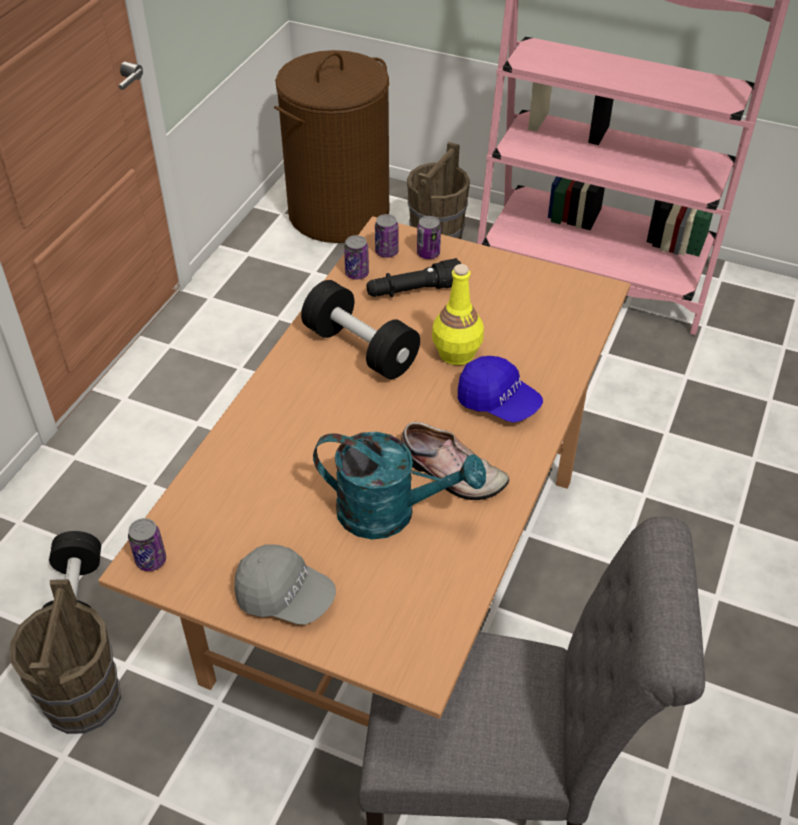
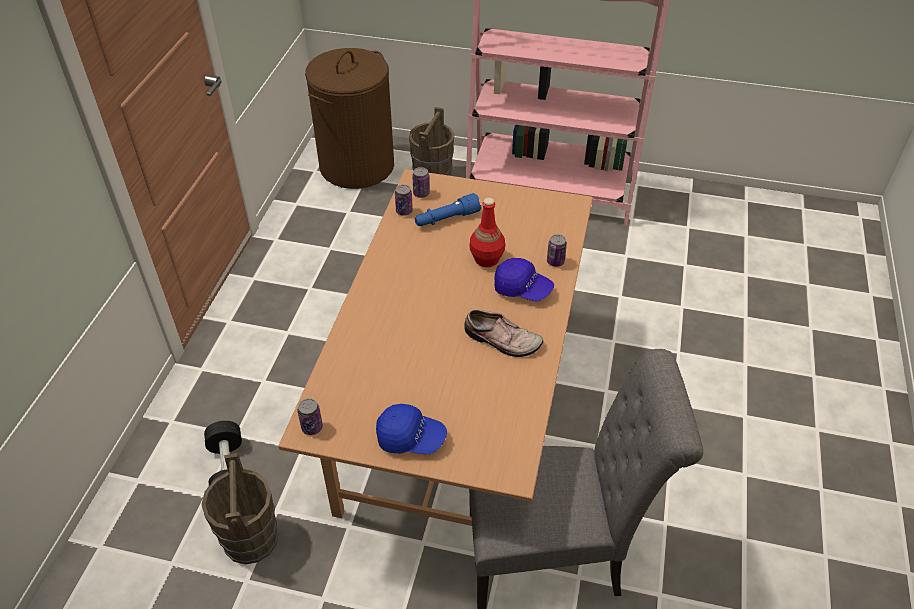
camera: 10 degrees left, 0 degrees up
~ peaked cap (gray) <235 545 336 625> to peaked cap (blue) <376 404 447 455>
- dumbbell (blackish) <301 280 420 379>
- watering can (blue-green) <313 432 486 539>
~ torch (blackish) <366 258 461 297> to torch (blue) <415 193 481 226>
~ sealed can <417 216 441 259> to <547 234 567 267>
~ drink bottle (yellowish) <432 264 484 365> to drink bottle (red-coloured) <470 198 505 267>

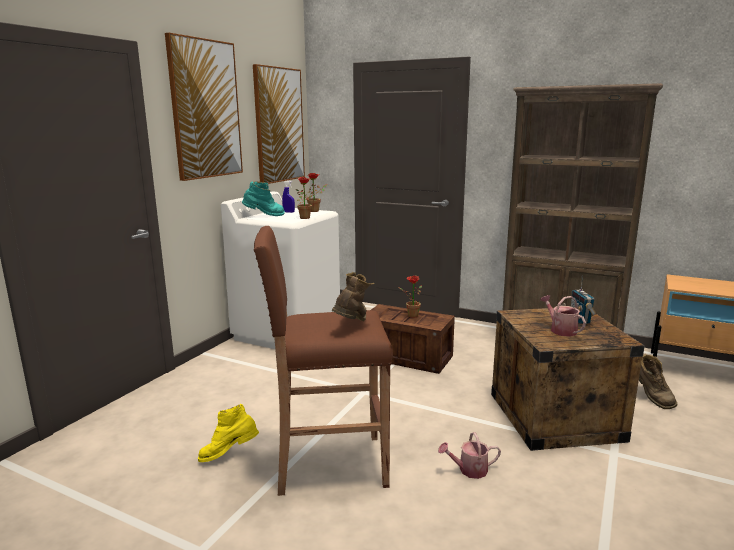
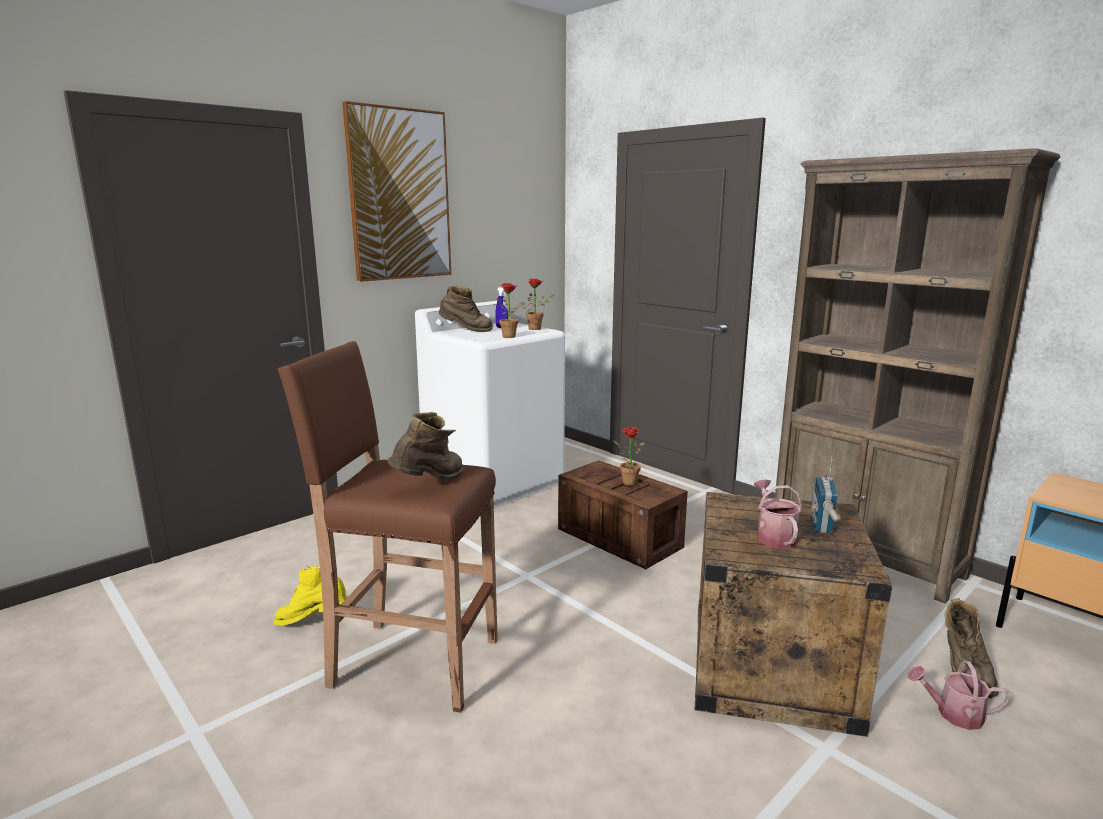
camera: 20 degrees right, 0 degrees up
~ tall boot (blue-green) <242 181 285 216> to tall boot (brownish) <439 286 493 332>
- picture <253 64 305 184>
~ watering can <438 432 501 479> to <908 661 1010 730>

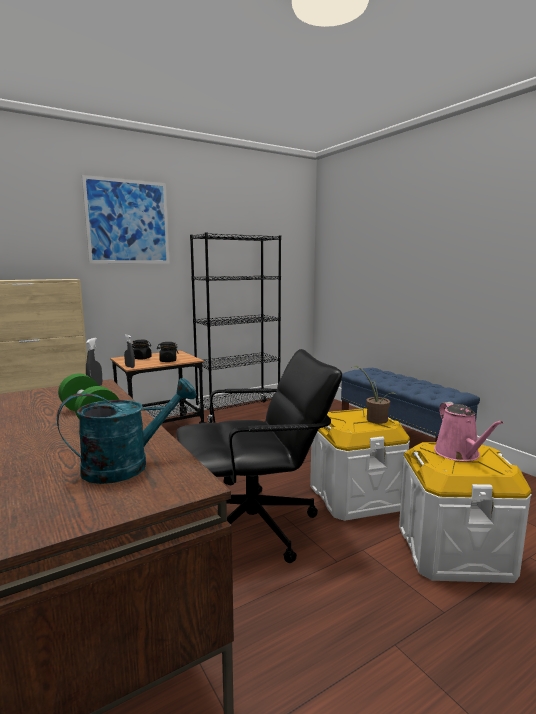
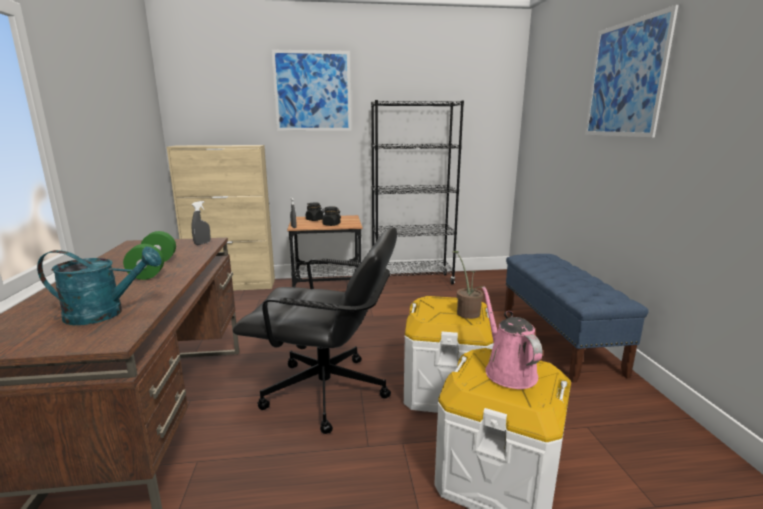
camera: 25 degrees right, 5 degrees up
~ watering can (pink) <434 402 504 461> = <482 286 542 389> 150 degrees clockwise
+ picture <585 5 679 137>

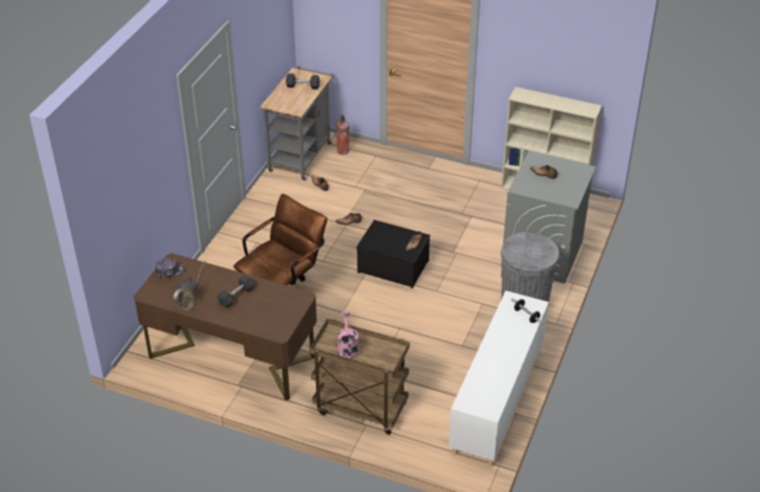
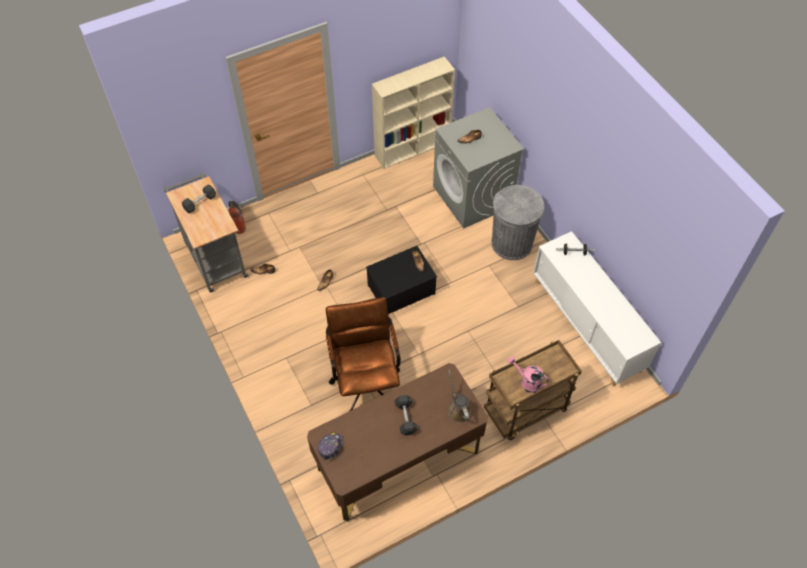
camera: 50 degrees left, 15 degrees up
~ watering can (brownish) <173 261 206 311> to <448 370 471 423>

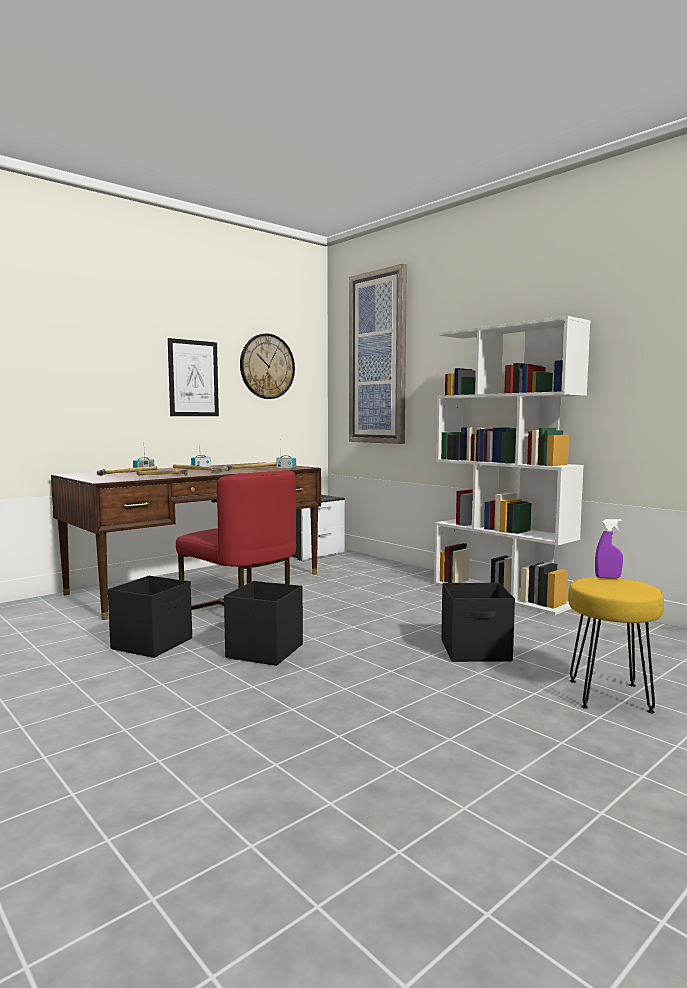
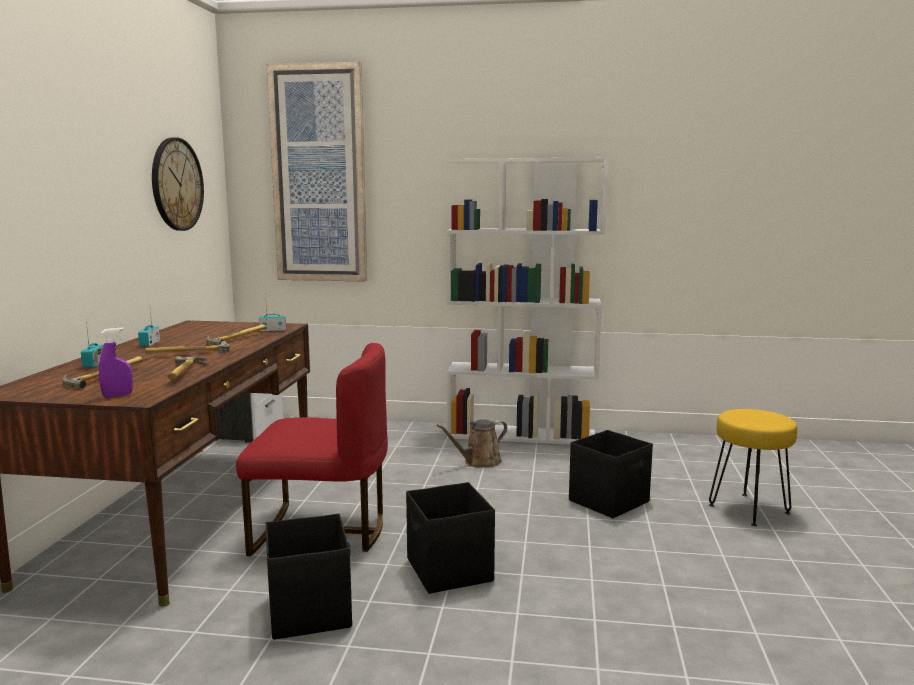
camera: 40 degrees left, 5 degrees up
- picture <168 338 219 416>
~ sprayer (purplish) <595 519 623 579> to <99 327 133 398>
+ watering can (brownish) <437 419 508 468>

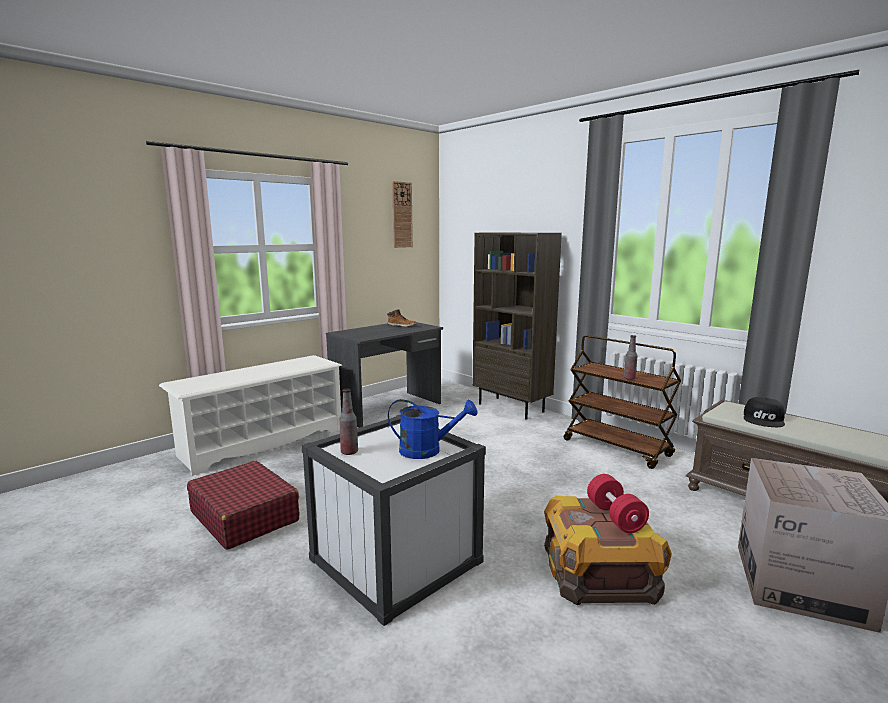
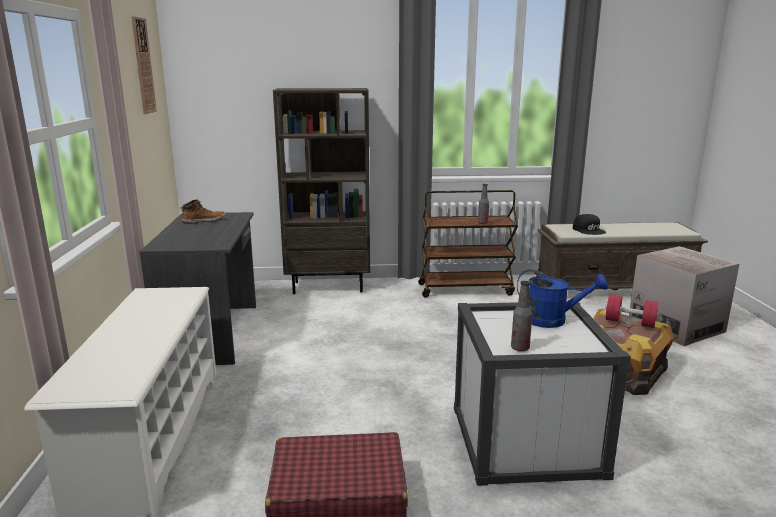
camera: 50 degrees left, 5 degrees up
~ watering can (blue) <388 399 477 459> = <517 269 608 328> 60 degrees clockwise

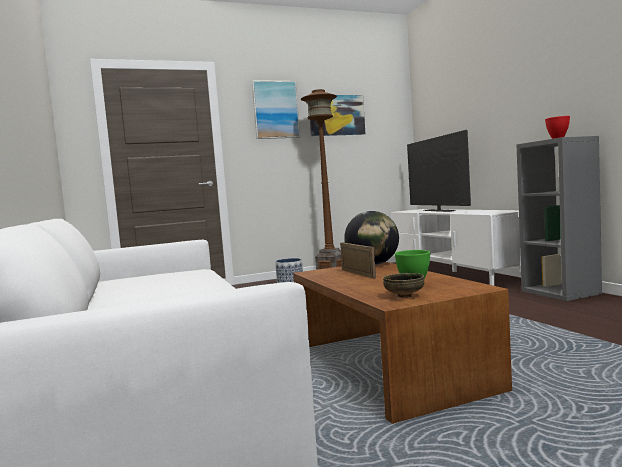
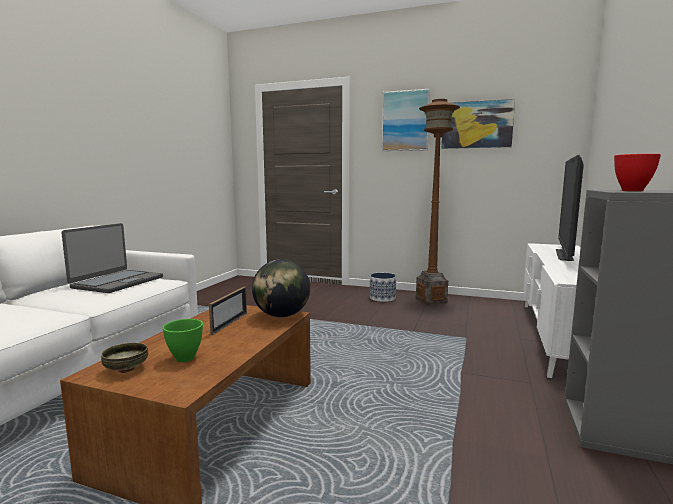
camera: 40 degrees right, 5 degrees up
+ notebook computer <61 223 163 293>

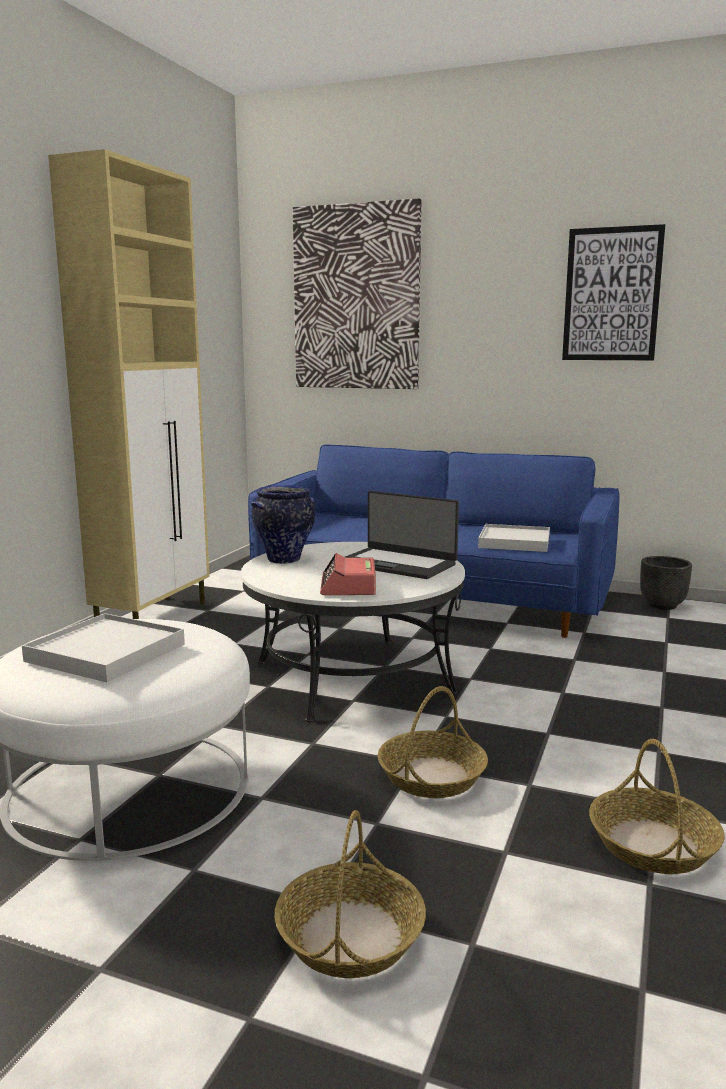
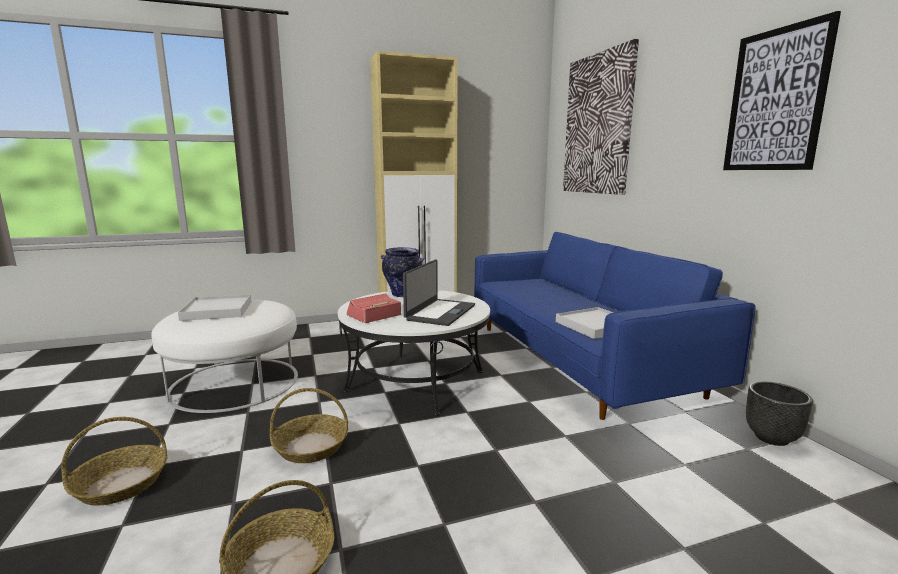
camera: 50 degrees right, 0 degrees up
~ notebook computer <345 491 459 579> = <403 259 475 326> 150 degrees counterclockwise

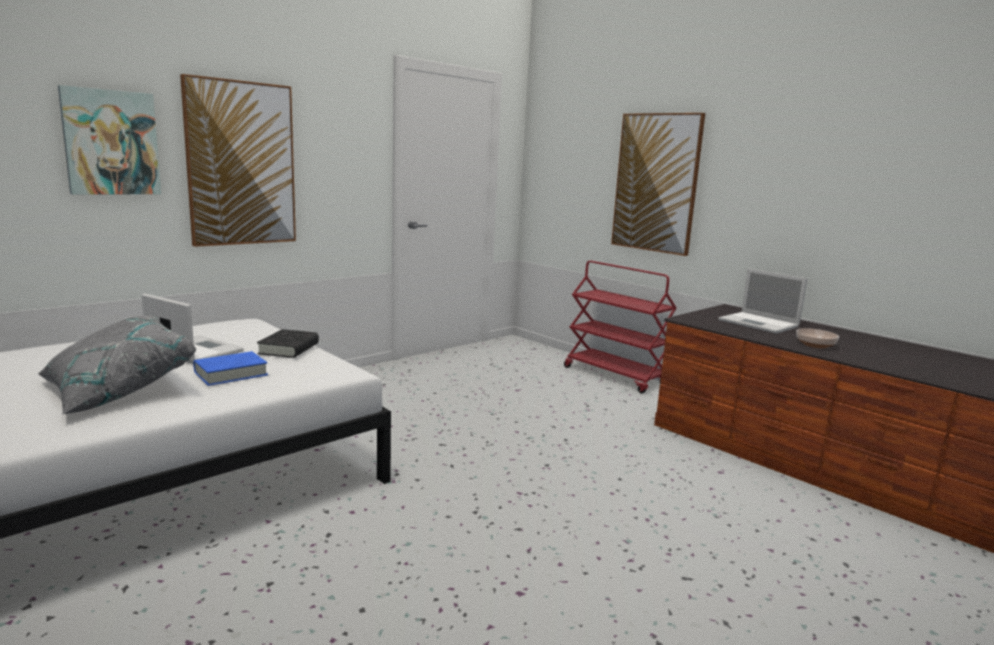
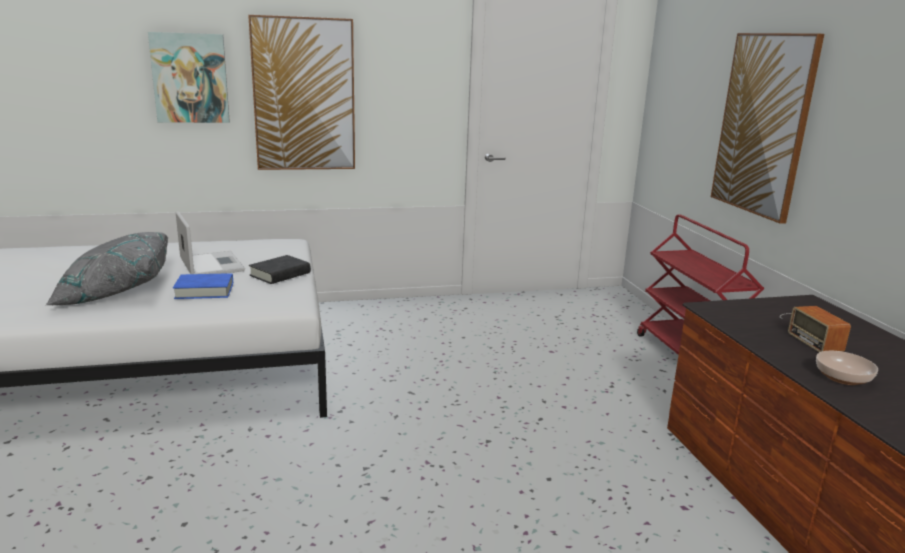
camera: 30 degrees right, 5 degrees up
~ notebook computer <718 269 807 334> to radio receiver <780 306 851 352>

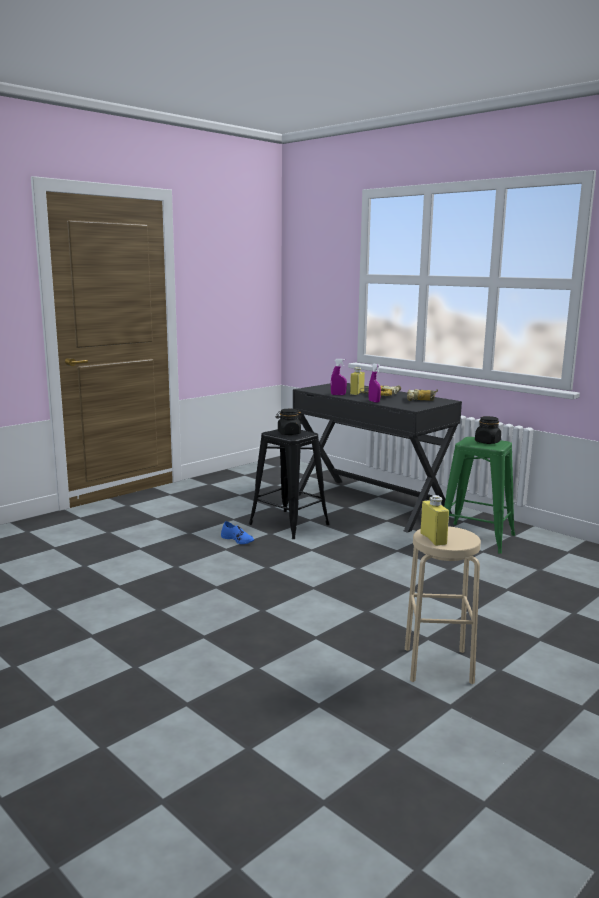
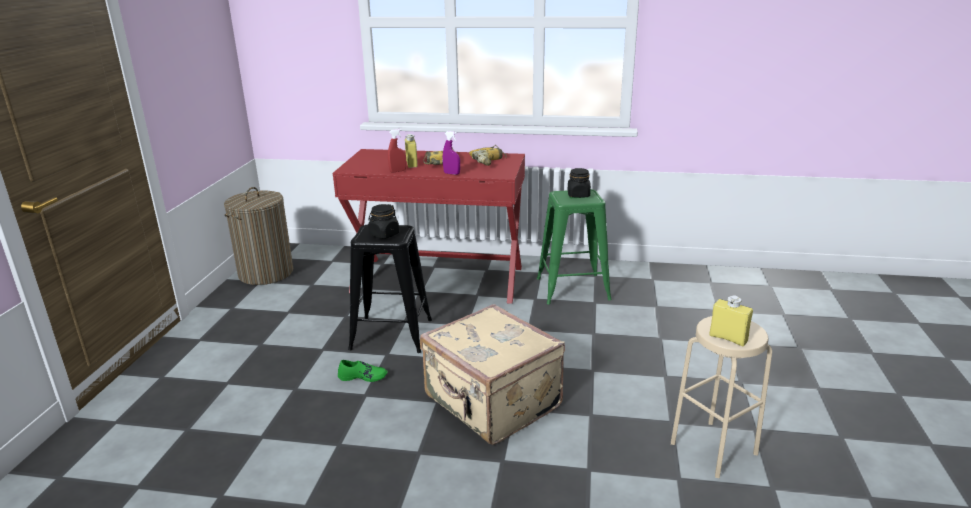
camera: 35 degrees left, 10 degrees up
~ item of footwear (blue) <221 521 254 544> to item of footwear (green) <338 360 388 382>
~ desk table (blackish) <293 383 462 533> to desk table (red-coloured) <333 149 525 304>
~ sprayer (purplish) <331 359 347 395> to sprayer (red-coloured) <388 129 406 173>
+ laundry basket <224 187 293 285>
+ travel case (beige) <420 304 565 445>

